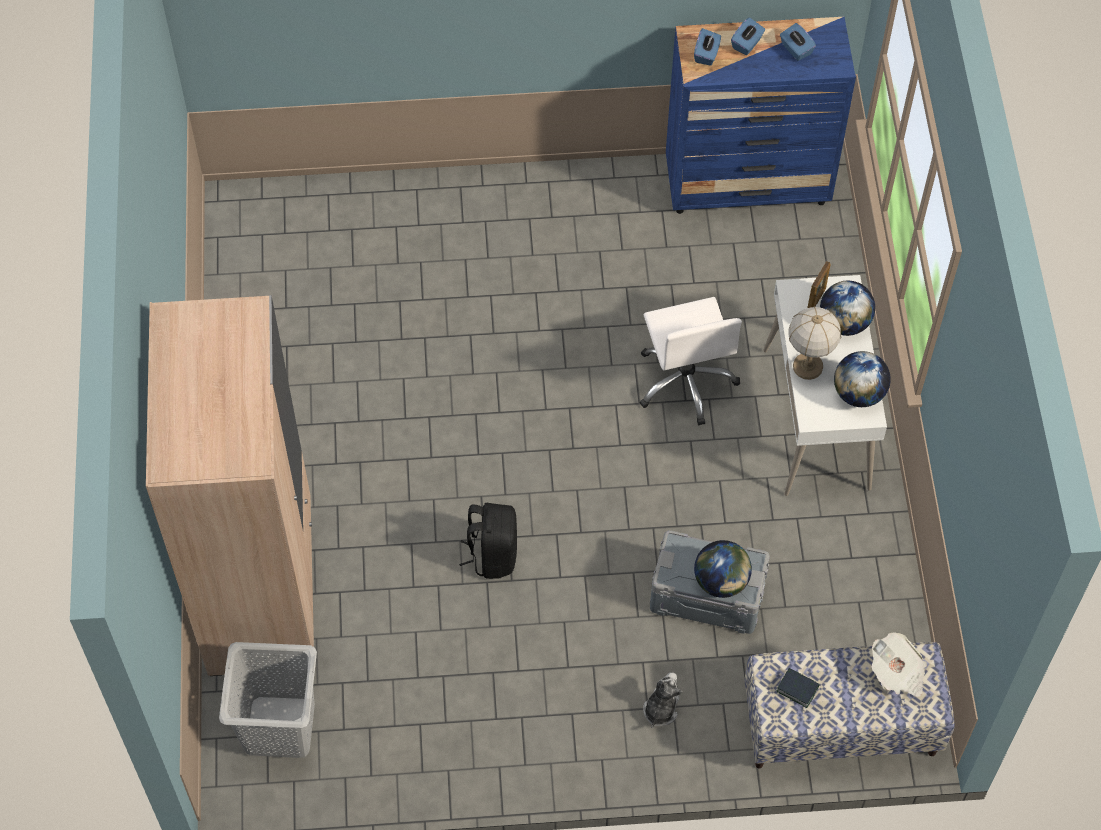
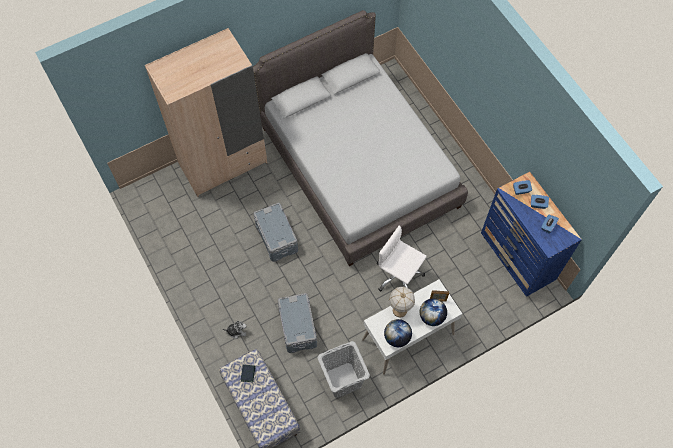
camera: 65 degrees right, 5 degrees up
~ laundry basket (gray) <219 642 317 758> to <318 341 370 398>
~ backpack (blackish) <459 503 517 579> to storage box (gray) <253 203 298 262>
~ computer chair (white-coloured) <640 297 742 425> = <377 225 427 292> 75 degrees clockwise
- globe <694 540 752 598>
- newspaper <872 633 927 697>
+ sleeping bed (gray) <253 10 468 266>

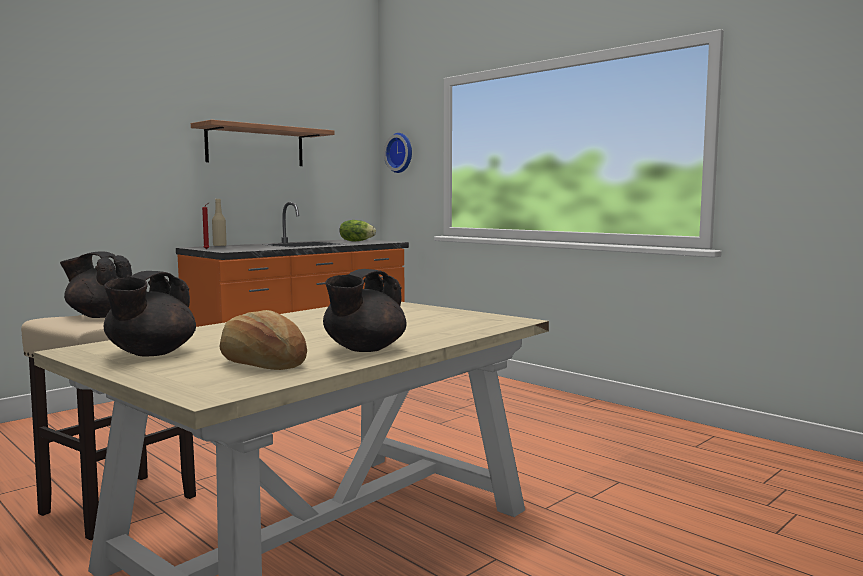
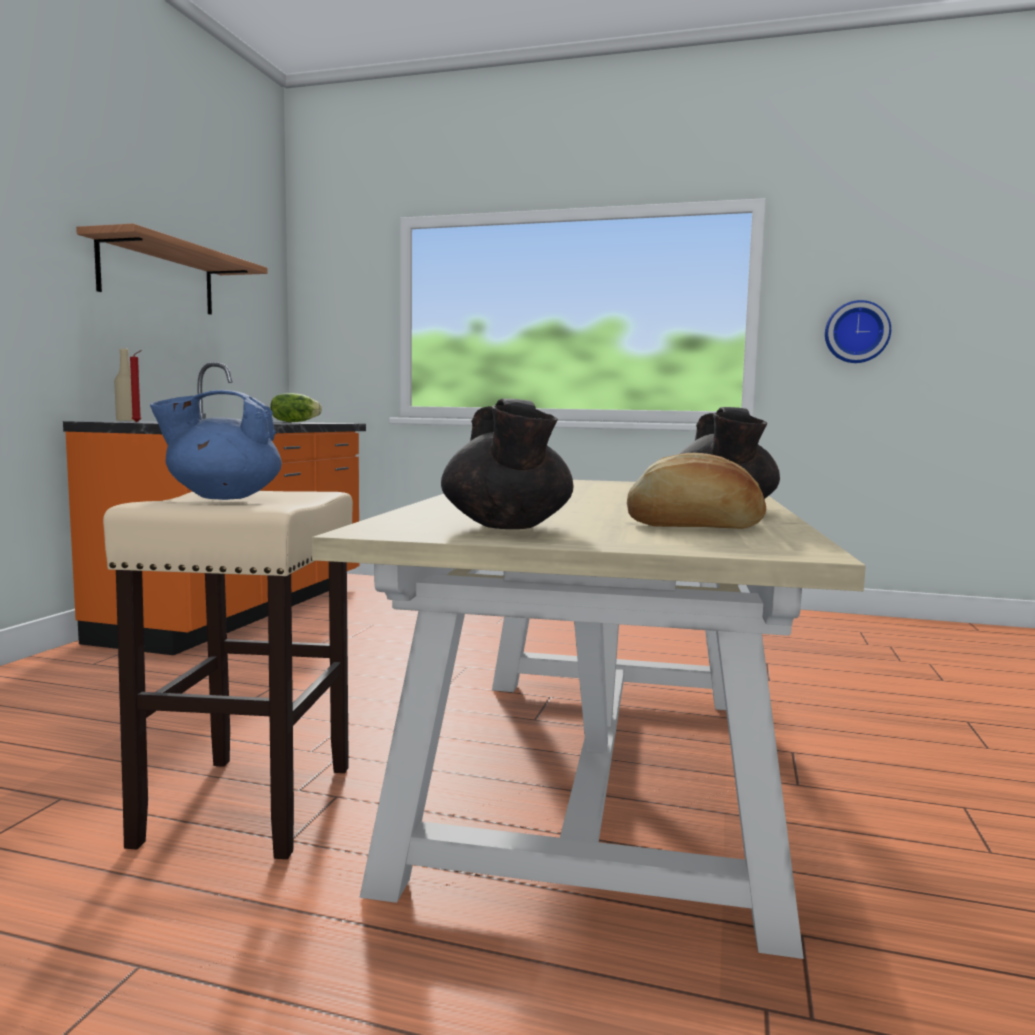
camera: 30 degrees left, 0 degrees up
~ tea pot (blackish) <60 251 132 318> to tea pot (blue) <150 390 282 500>
~ hanging clock <384 133 412 173> to <825 300 891 363>

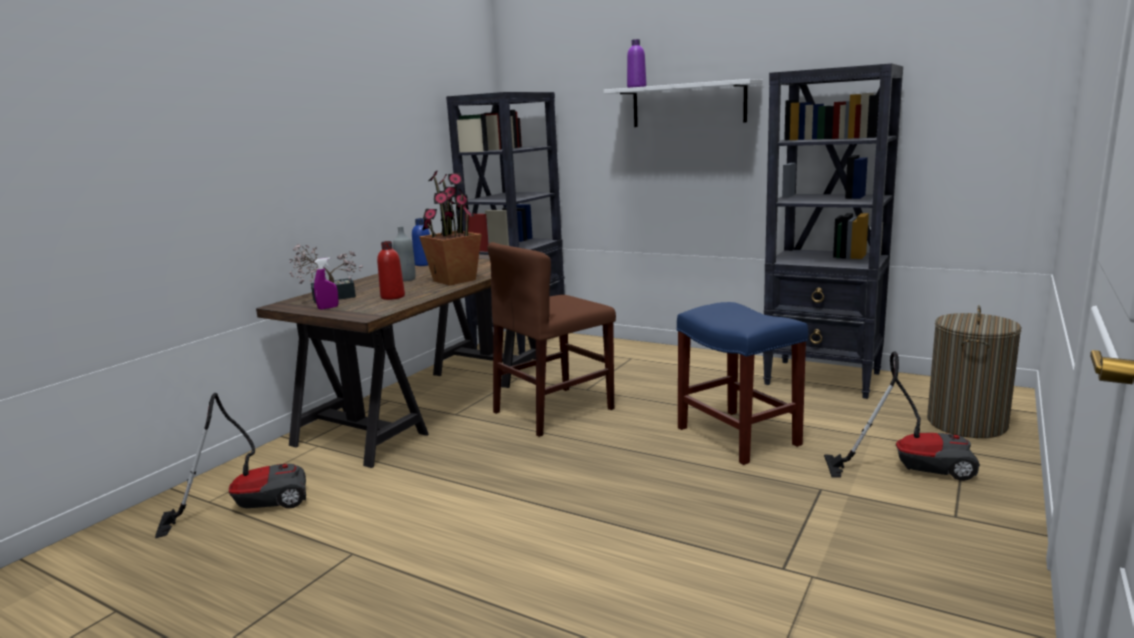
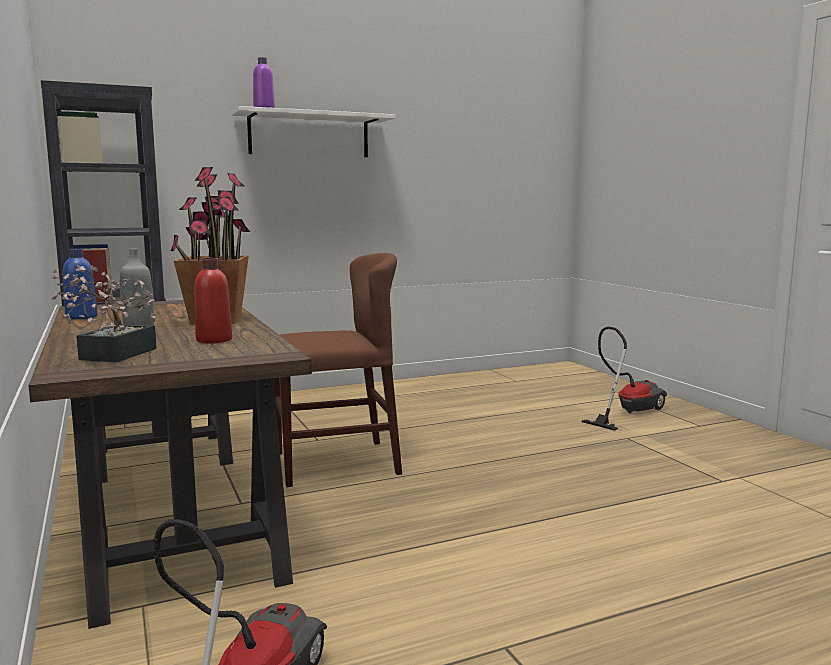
camera: 55 degrees left, 5 degrees down
- sprayer (purplish) <314 258 339 310>
~ chair (brownish) <487 242 616 437> = <274 253 402 487> 105 degrees counterclockwise
- stool (blue) <677 302 808 465>
- bookcase (blackish) <763 63 903 399>
- laundry basket <927 305 1022 438>

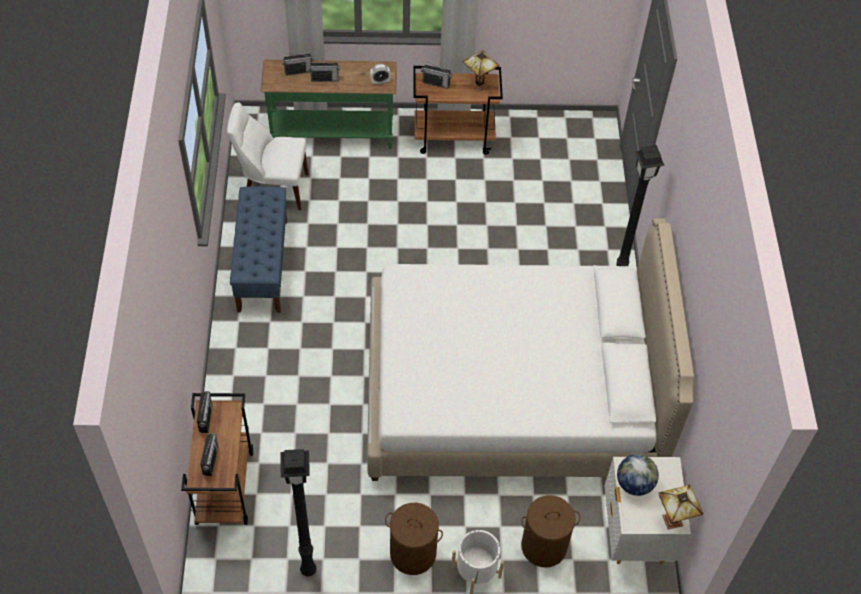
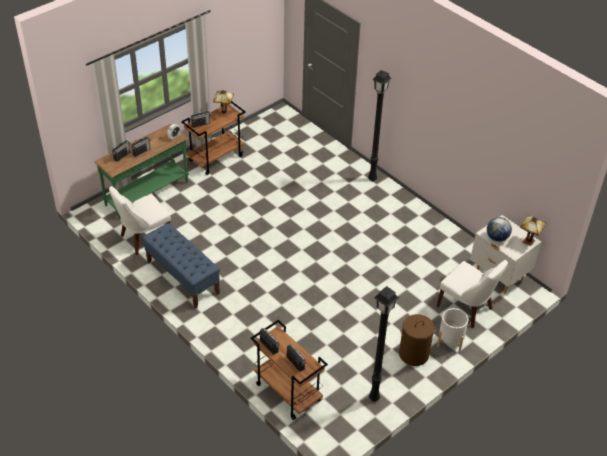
camera: 40 degrees left, 10 degrees down
- sleeping bed (white-coloured) <367 218 694 481>
~ laundry basket (brownish) <521 495 581 567> to chair (white-coloured) <437 260 508 328>

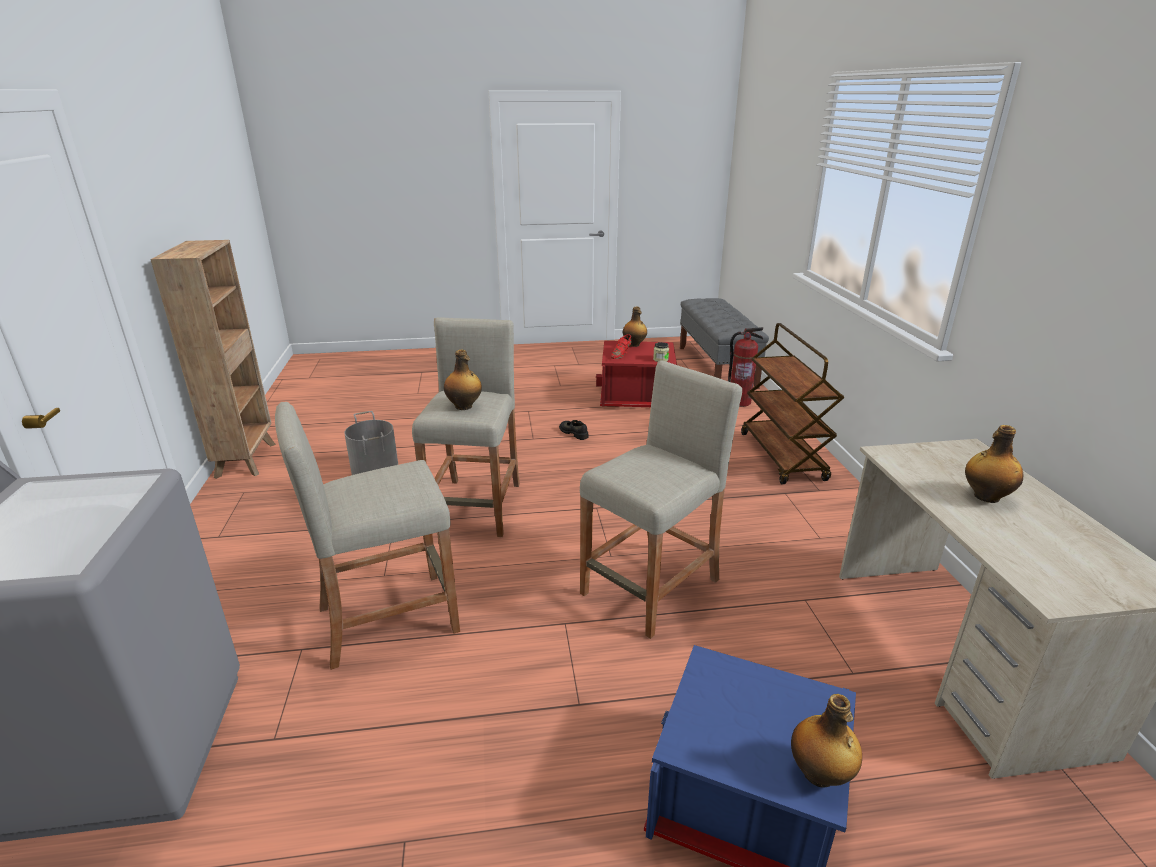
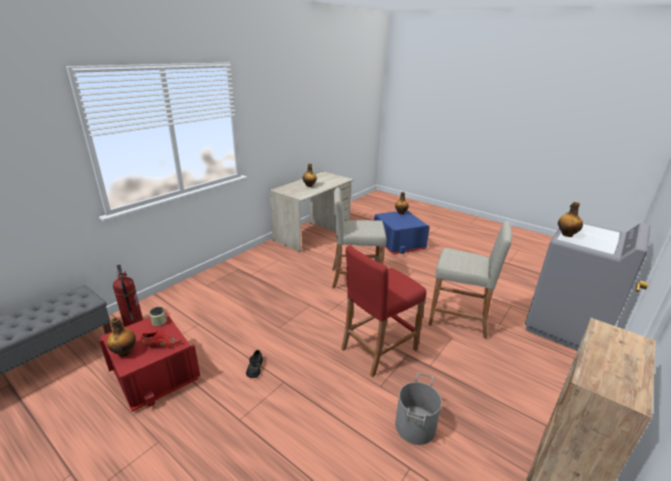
camera: 135 degrees left, 0 degrees up
~ stool (beige) <412 317 520 537> to stool (red-coloured) <341 245 426 377>
~ drink bottle <444 349 482 410> to <558 202 583 237>
- trolley (brownish) <741 323 844 484>

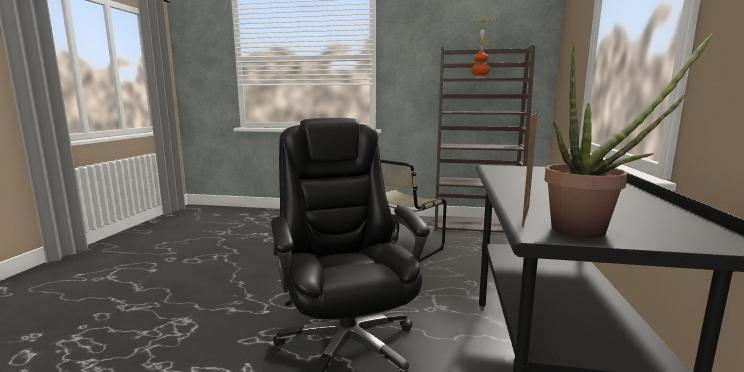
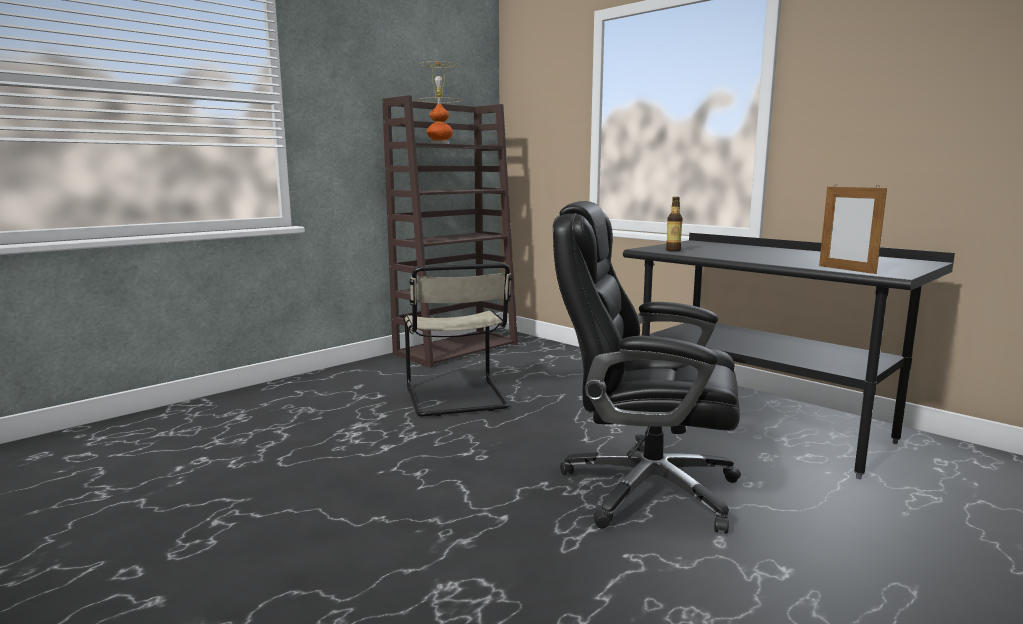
camera: 55 degrees left, 0 degrees up
- houseplant <545 33 713 238>
+ drink bottle <666 197 683 252>

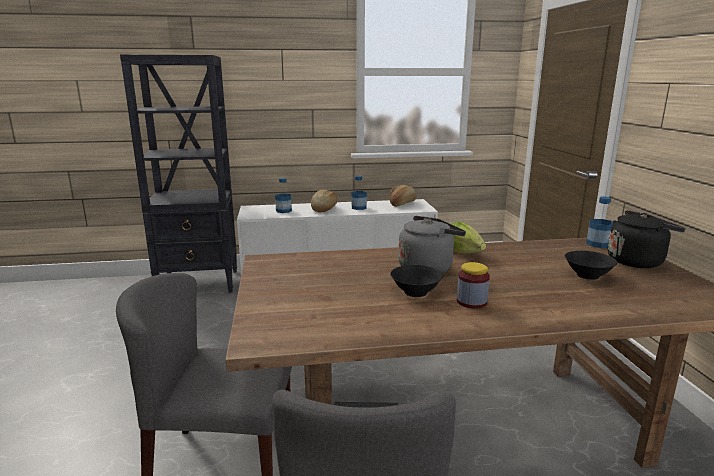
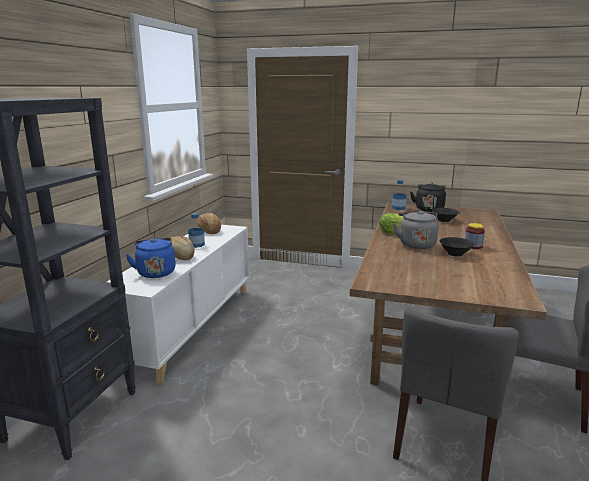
camera: 65 degrees left, 0 degrees up
~ drink bottle <275 178 292 213> to tea kettle (blue) <125 238 175 278>

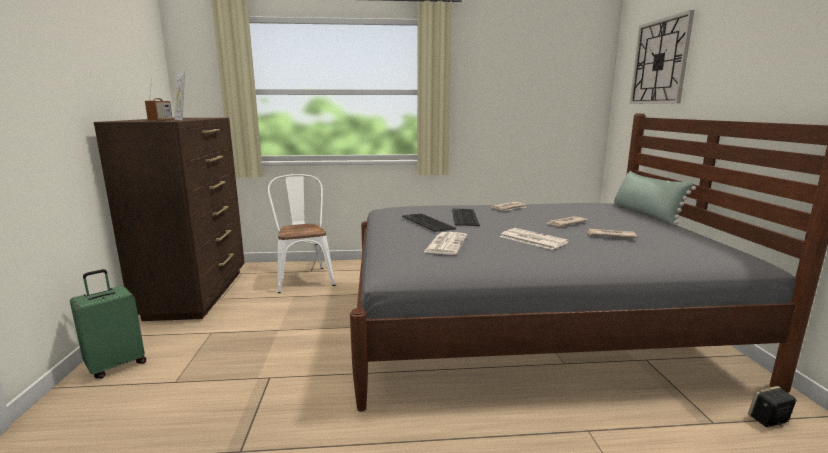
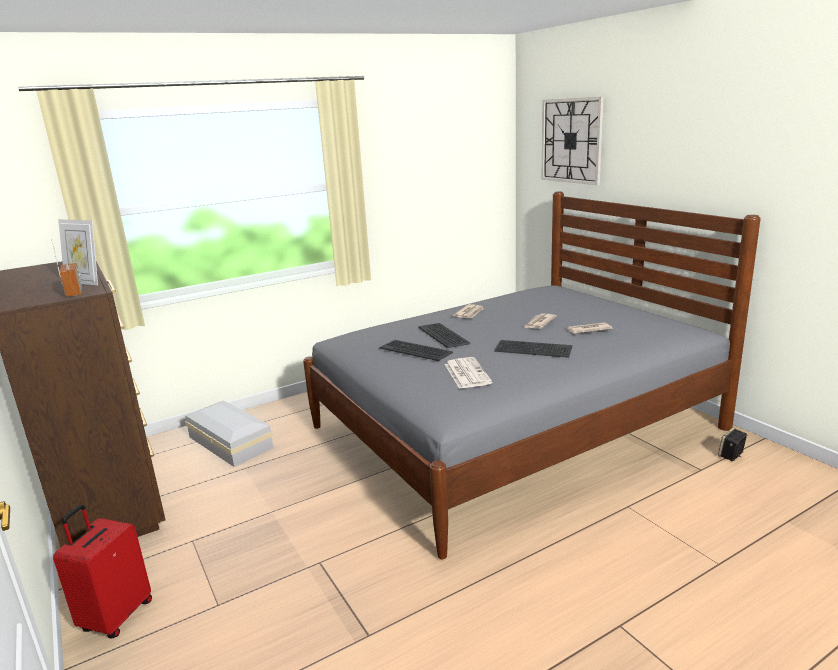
camera: 25 degrees left, 5 degrees up
~ travel case (green) <70 269 146 379> to travel case (red-coloured) <53 505 152 638>
~ chair (white-coloured) <268 174 335 293> to storage box (white-coloured) <185 400 273 467>
~ newspaper <500 228 569 250> to computer keyboard <494 340 573 358>
- pillow (green) <613 171 696 225>

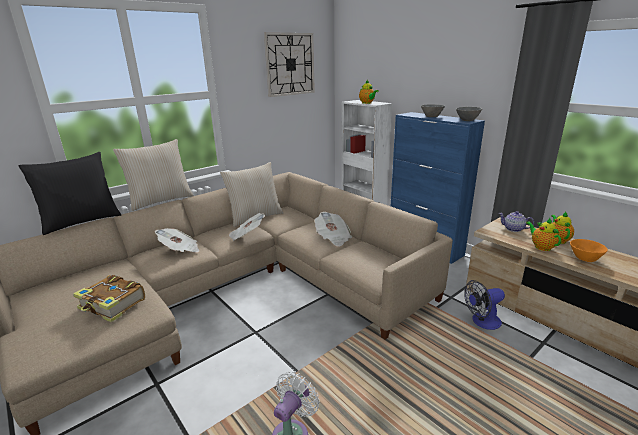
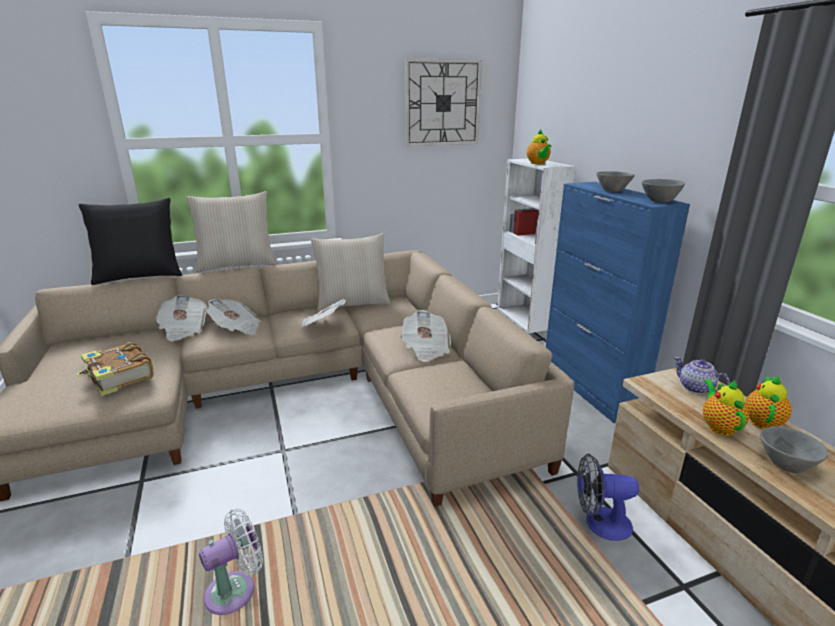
camera: 20 degrees right, 0 degrees up
~ serving bowl (orange-coloured) <570 239 608 262> to serving bowl (gray) <760 426 828 473>
+ newspaper <155 294 207 341>

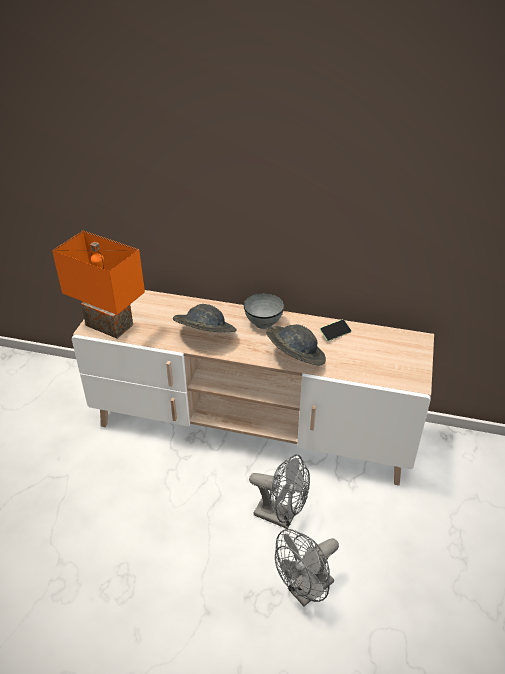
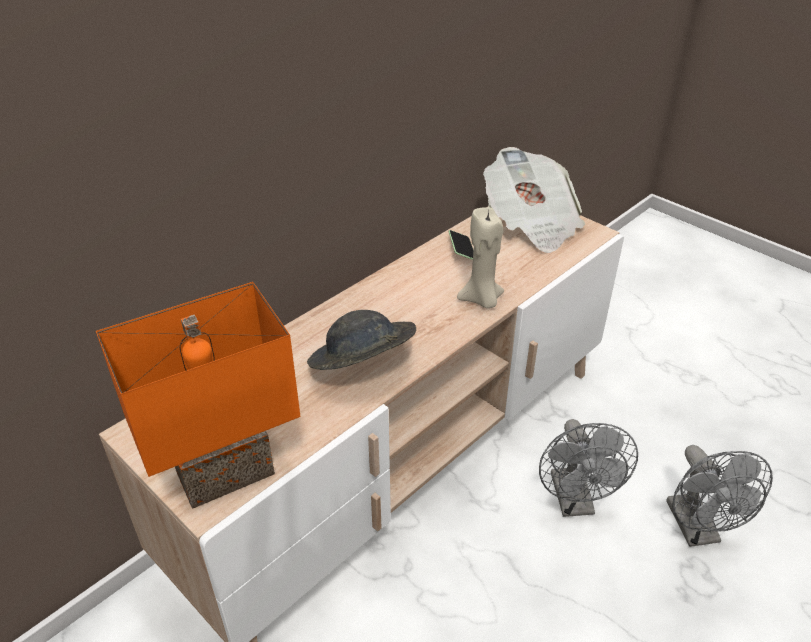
camera: 60 degrees left, 0 degrees up
- serving bowl (gray) <244 293 284 329>
~ fan (gray) <249 454 310 529> = <539 419 638 517> 120 degrees clockwise
~ hat (gray) <266 324 326 366> to candle (beige) <457 207 504 308>
+ newspaper <483 147 585 253>

